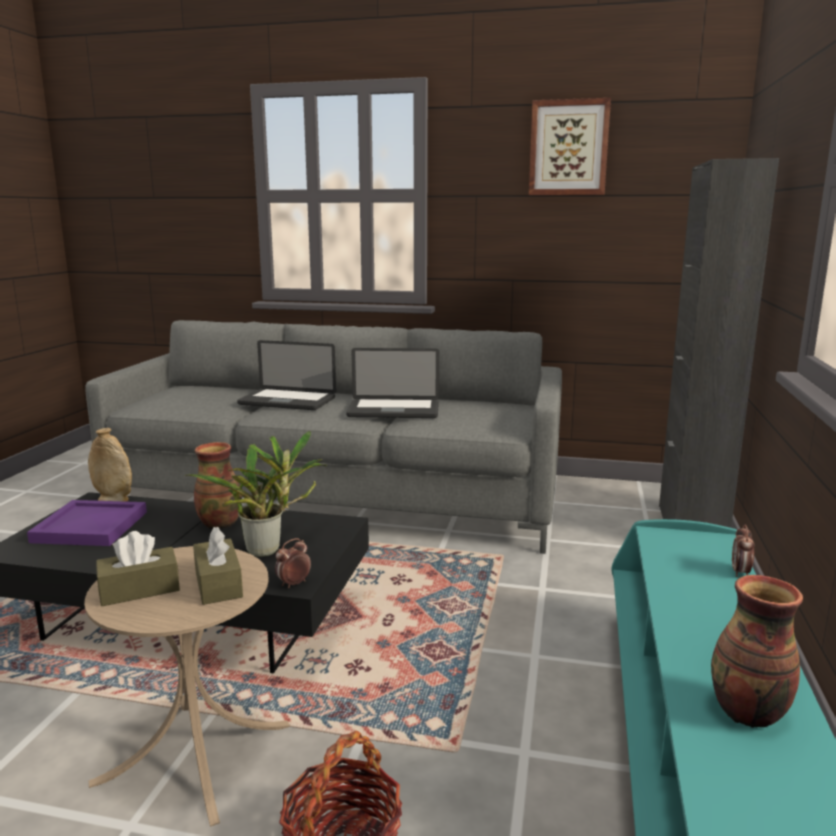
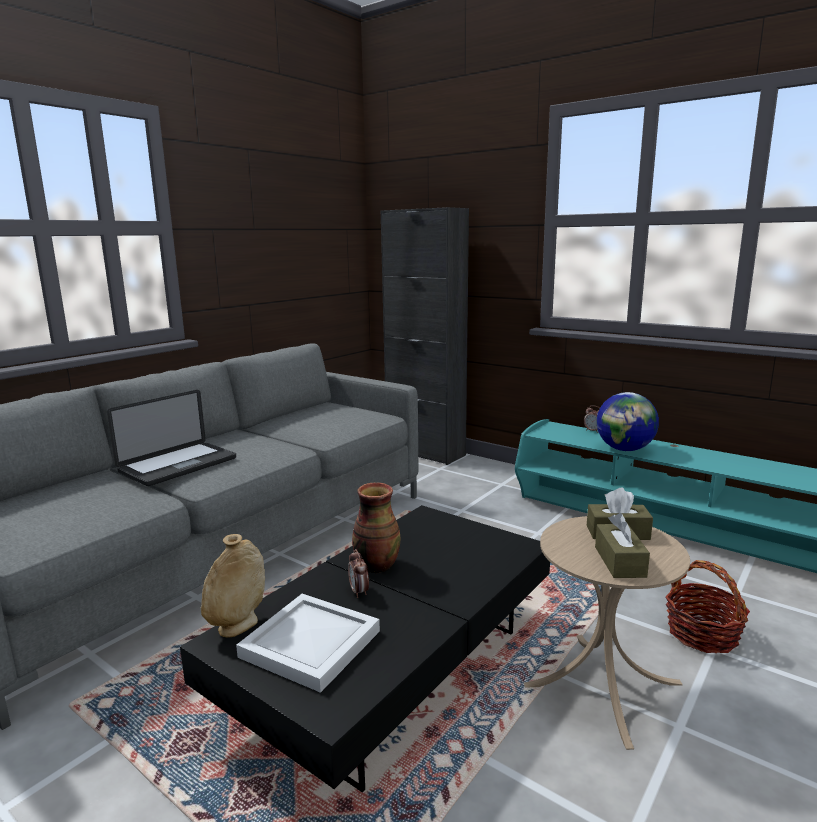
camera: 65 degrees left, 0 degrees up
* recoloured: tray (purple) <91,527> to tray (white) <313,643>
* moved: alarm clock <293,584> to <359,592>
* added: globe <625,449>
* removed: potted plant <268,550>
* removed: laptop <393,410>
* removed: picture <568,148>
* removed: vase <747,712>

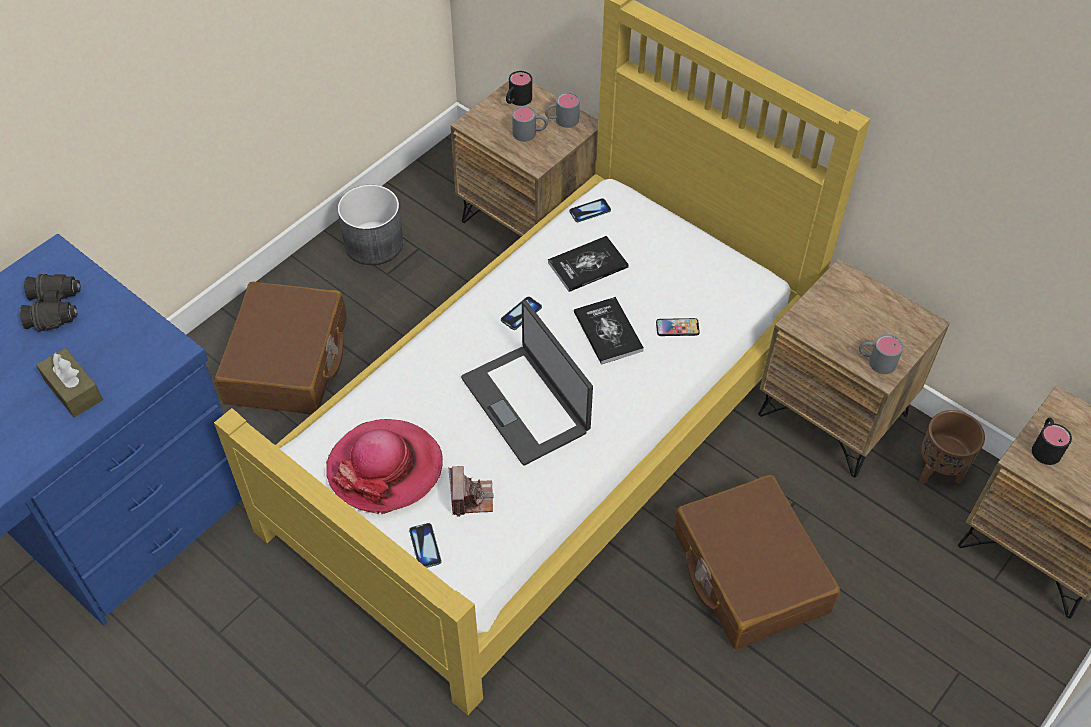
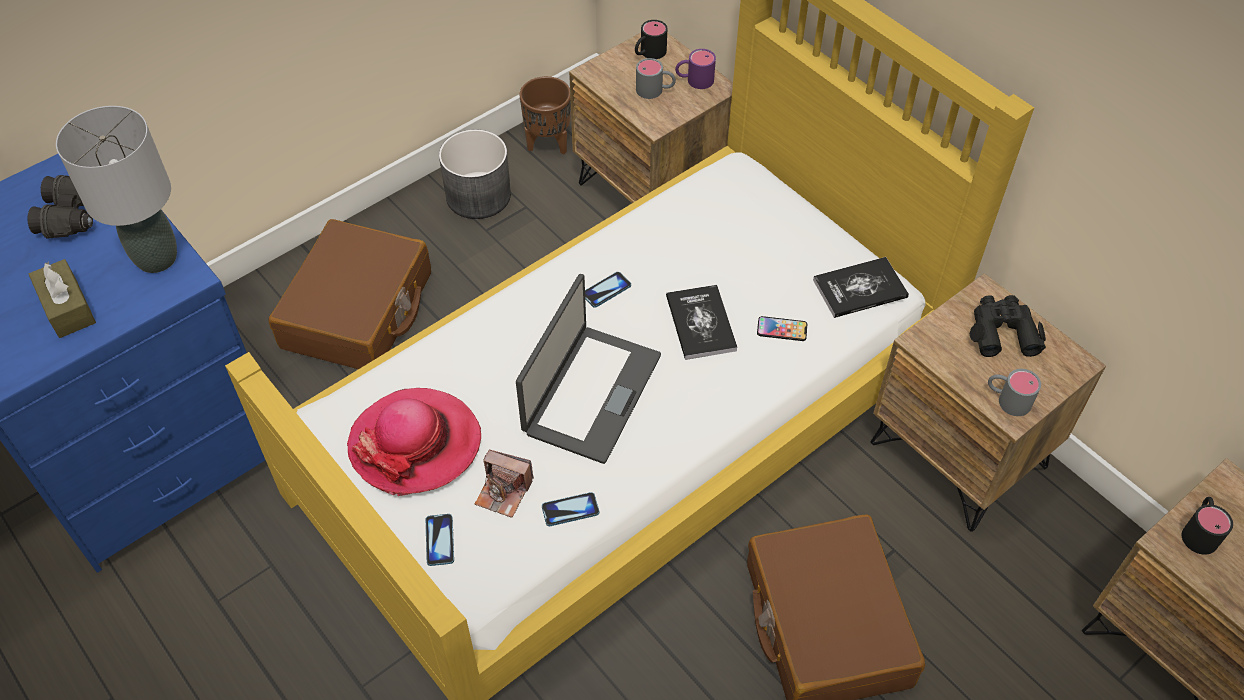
camera: 10 degrees right, 0 degrees up
* added: table lamp (grey) <157,259>
* turned: photo camera <471,498> = <504,492> 105 degrees clockwise
* turned: laptop <526,404> = <590,393> 135 degrees counterclockwise
* moved: planter (brown) <938,472> to <548,144>
* moved: phone <590,211> to <570,510>
* recoloured: mug (grey) <561,120> to mug (purple) <694,80>
* moved: book <588,265> to <860,289>
* added: binoculars (black) <1002,331>

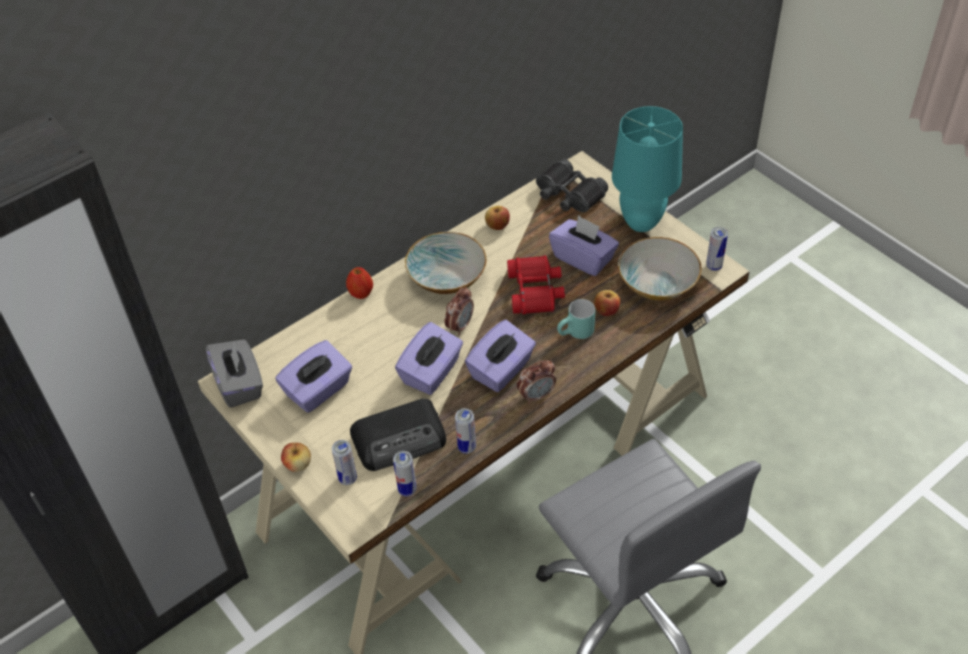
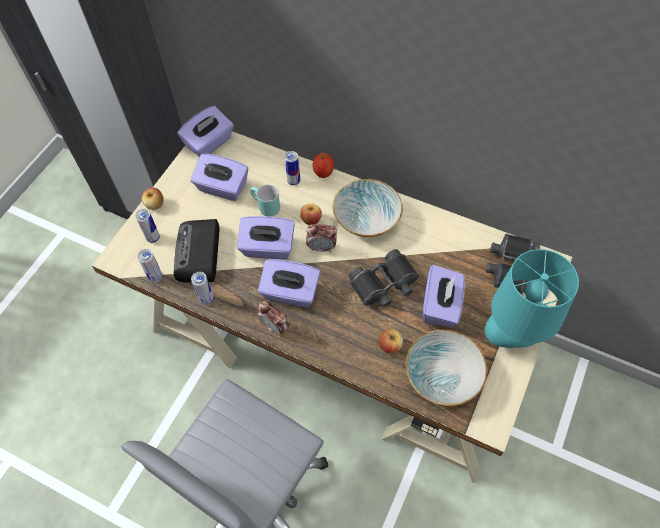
camera: 65 degrees right, 10 degrees up
* turned: radio <401,439> = <199,254> 45 degrees clockwise
* recoloured: tissue box (grey) <239,384> to tissue box (purple) <209,143>
* moved: mug (turquoise) <576,334> to <264,207>
* moved: can <714,266> to <293,181>
* moved: apple <497,226> to <311,220>
* recoloured: binoculars (red) <535,291> to binoculars (black) <384,285>

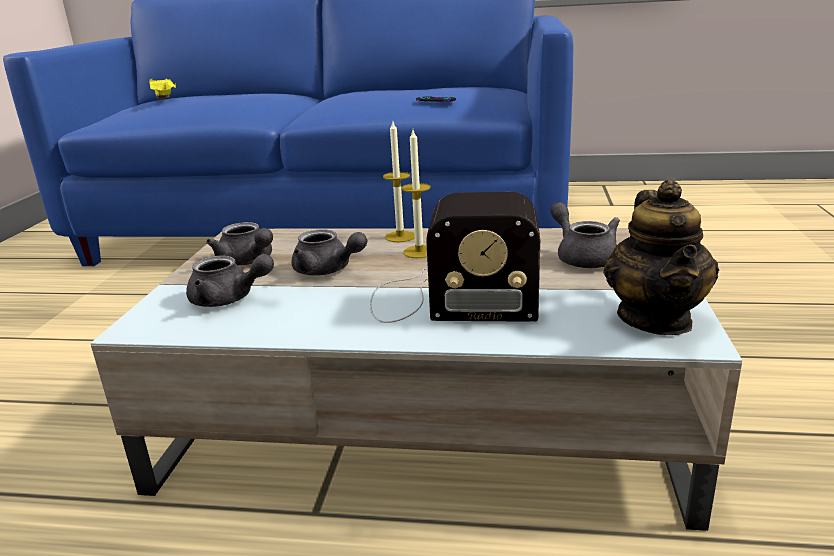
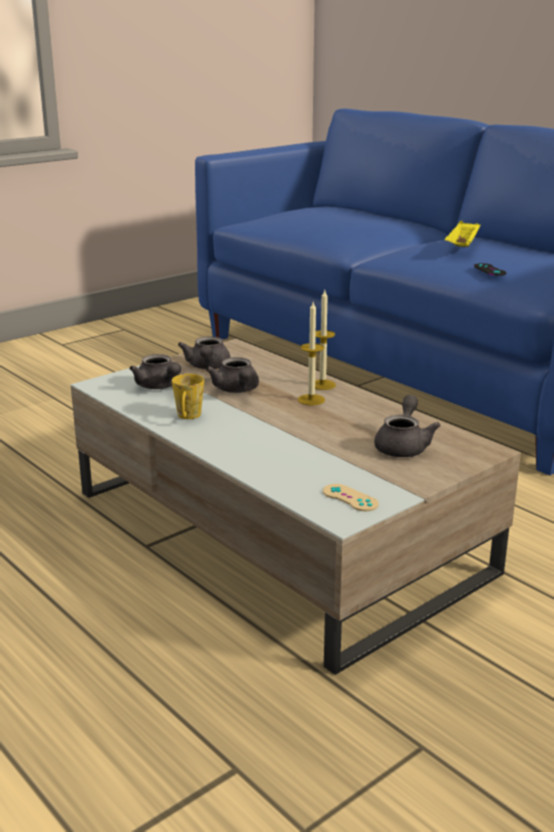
camera: 40 degrees right, 0 degrees up
* added: mug (yellow) <188,418>
* replaced: teapot <655,319> to game controller (beige) <350,498>
* moved: tray (yellow) <164,98> to <462,248>
* removed: radio <446,301>

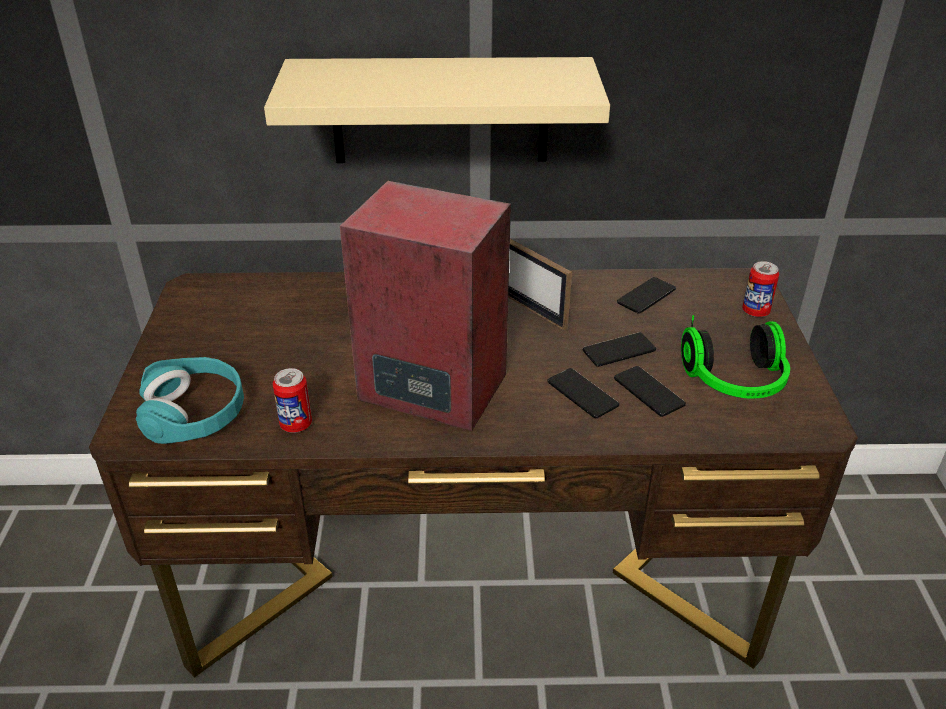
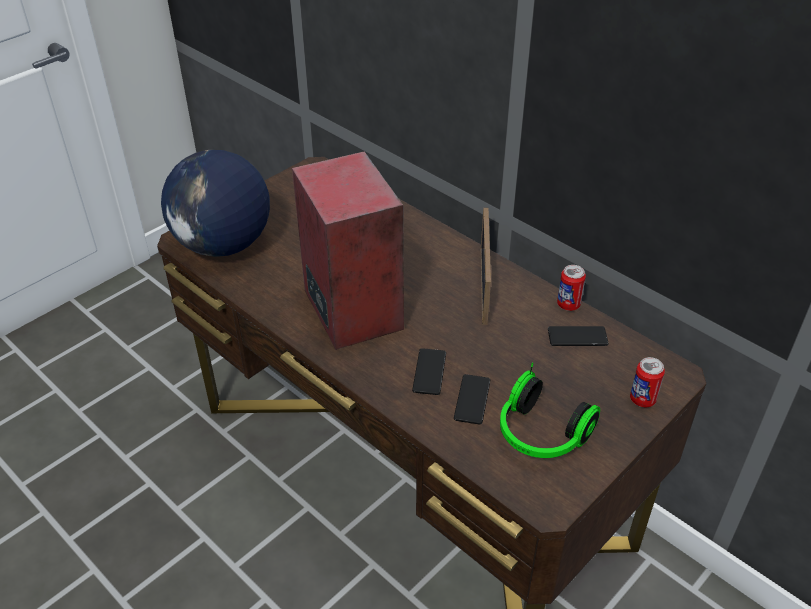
camera: 45 degrees right, 5 degrees up
* replaced: headphones (turquoise) <194,412> to globe <223,245>
* moved: can <296,424> to <568,305>
* removed: shelf (beige) <440,111>
* removed: phone <619,350>

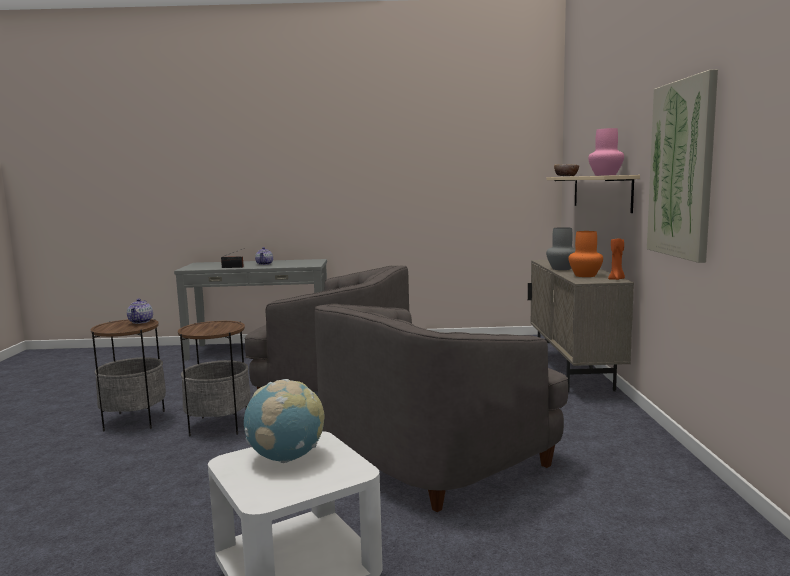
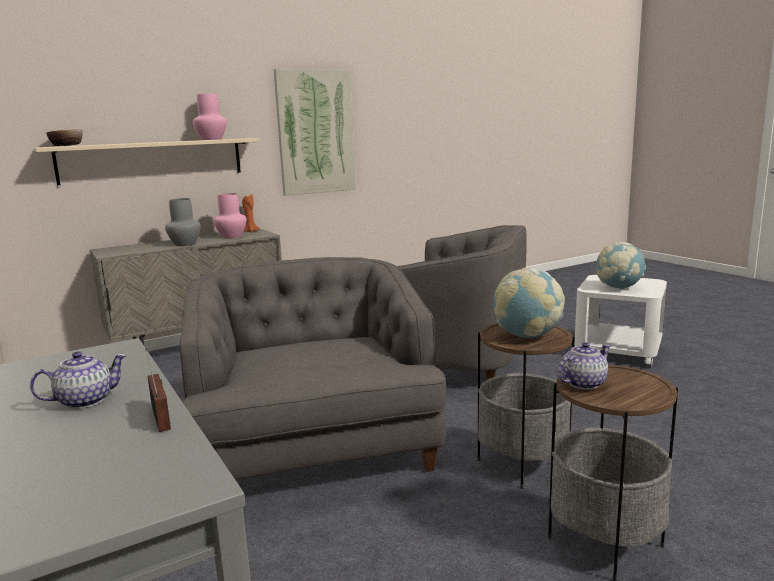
camera: 120 degrees left, 5 degrees up
* recoloured: vase (orange) <585,275> to vase (pink) <232,237>
* added: globe <527,336>

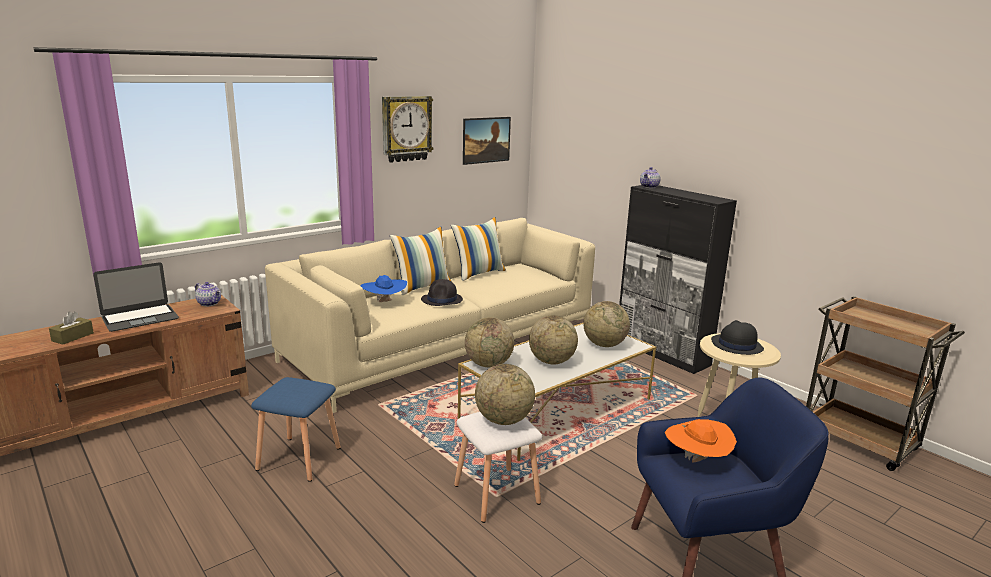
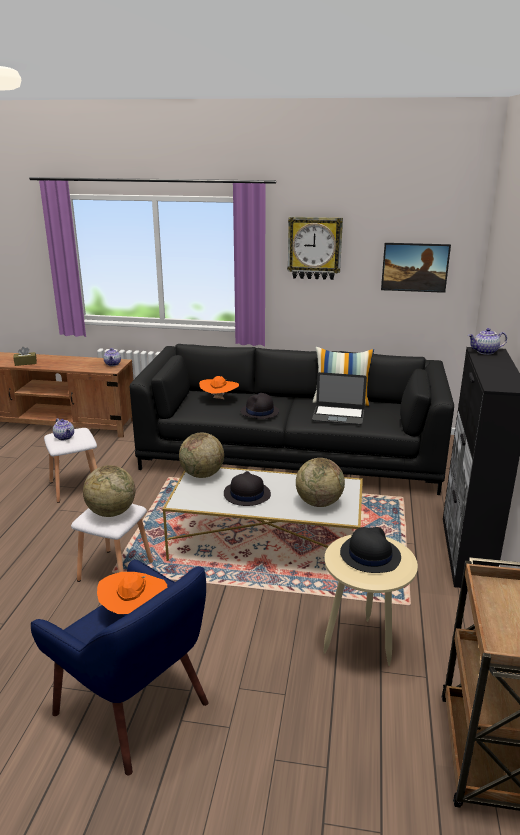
camera: 50 degrees right, 5 degrees up
* recoloured: stool (blue) <299,458> to stool (white) <77,487>
* added: teapot <65,437>
* recoloured: sofa (beige) <443,343> to sofa (black) <291,455>
* recoloured: hat (blue) <384,303> to hat (orange) <219,400>
* replaced: globe <551,361> to hat (black) <246,494>
* moved: laptop <140,318> to <338,415>
* removed: pillow <422,286>

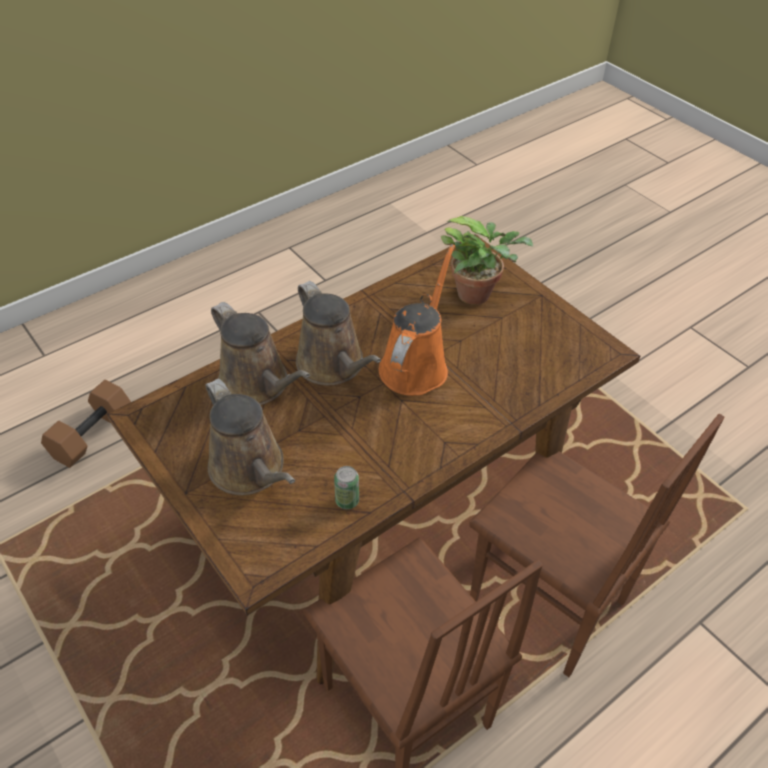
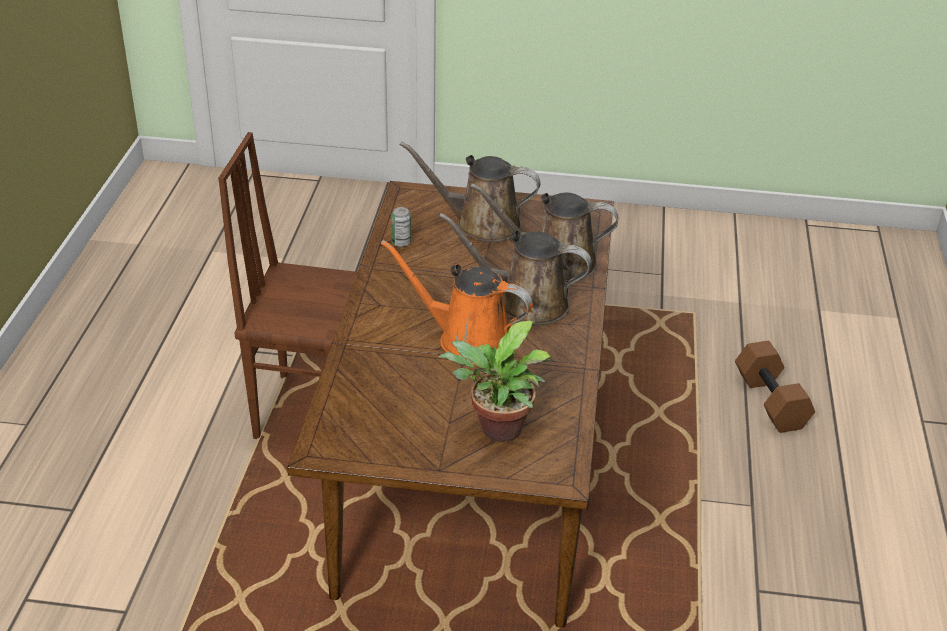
camera: 135 degrees right, 10 degrees down
* turned: watering can (orange) <416,365> = <467,340> 135 degrees clockwise
* removed: chair (brown) <546,605>

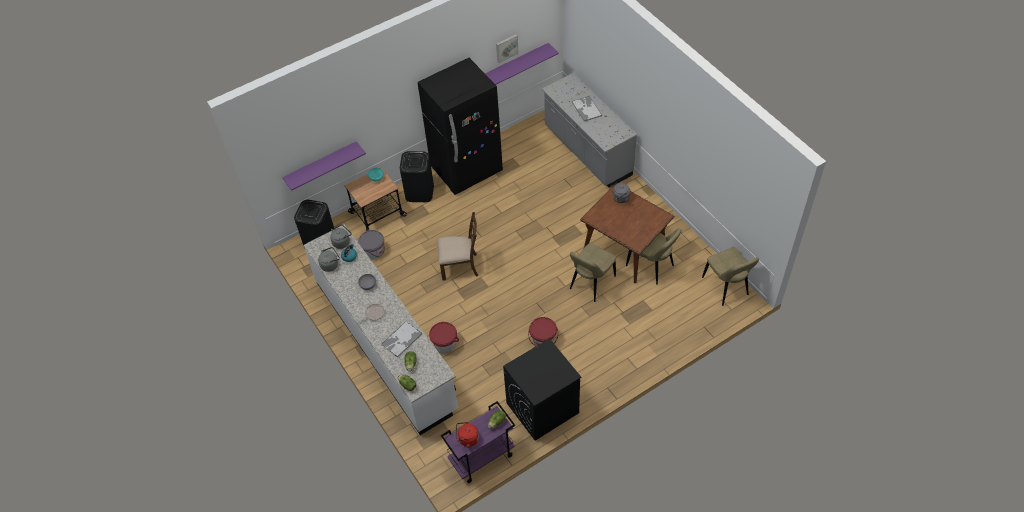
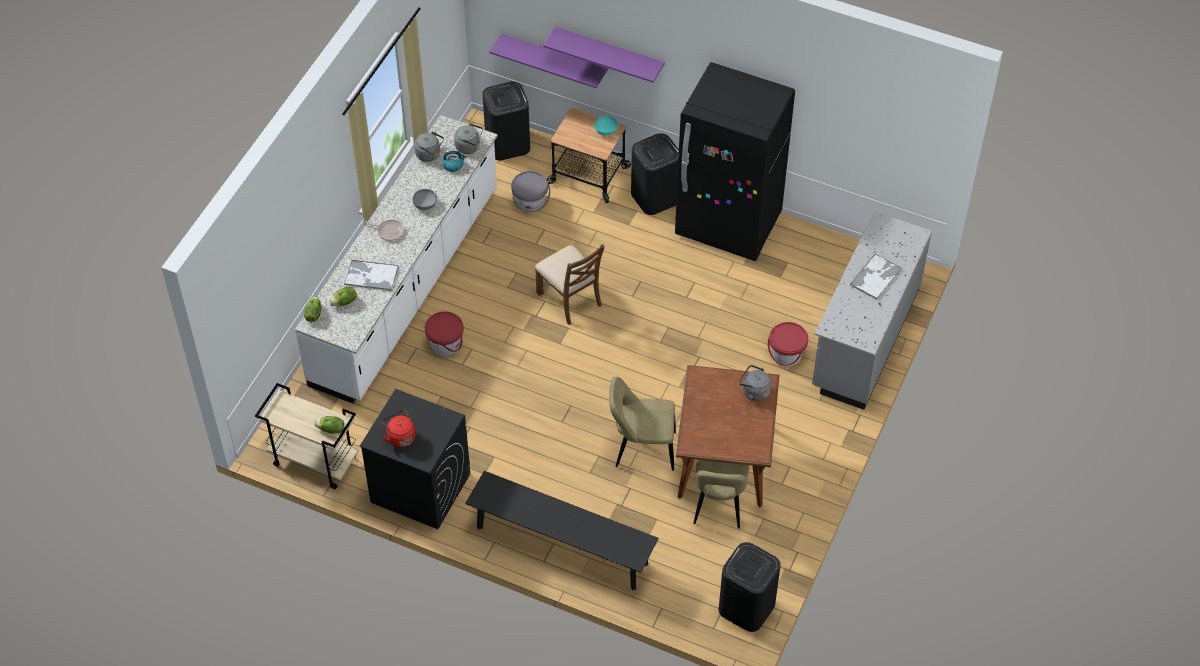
camera: 55 degrees right, 0 degrees up
* recoloured: cart (purple) <481,458> to cart (beige) <313,461>
* moved: kettle (red) <467,439> to <400,437>
* added: bench (black) <562,545>
* moved: shelf (purple) <516,64> to <609,53>
* replaced: chair (beige) <726,288> to trash can (black) <746,607>
* moved: bucket (red) <543,339> to <786,354>
* removed: picture <506,48>

